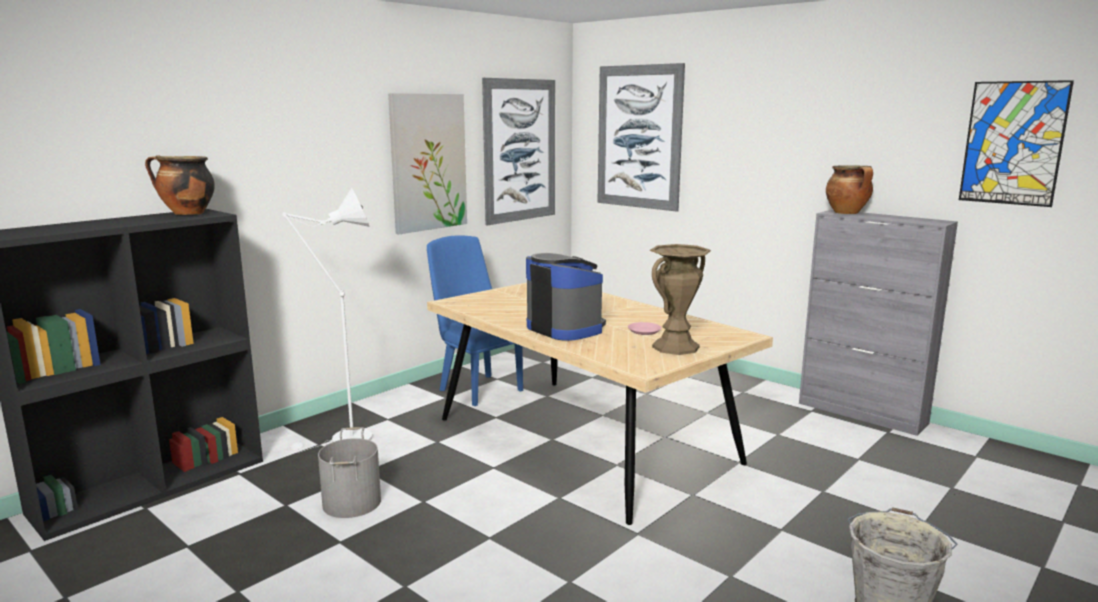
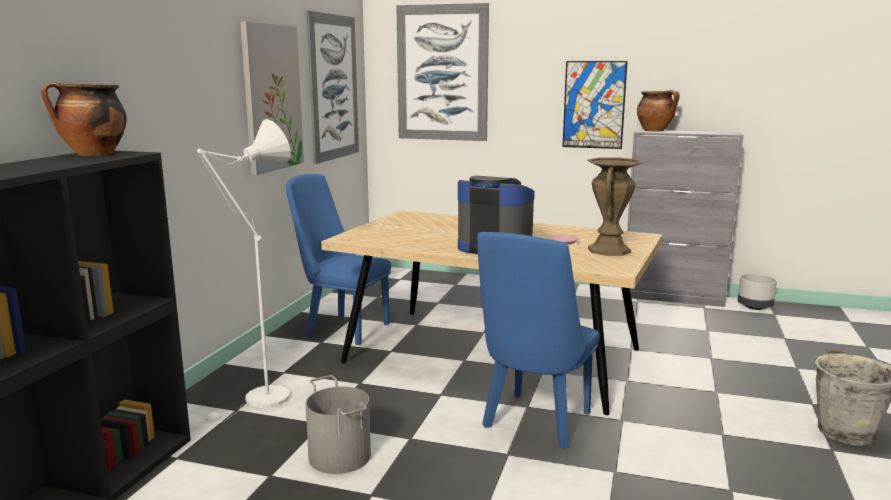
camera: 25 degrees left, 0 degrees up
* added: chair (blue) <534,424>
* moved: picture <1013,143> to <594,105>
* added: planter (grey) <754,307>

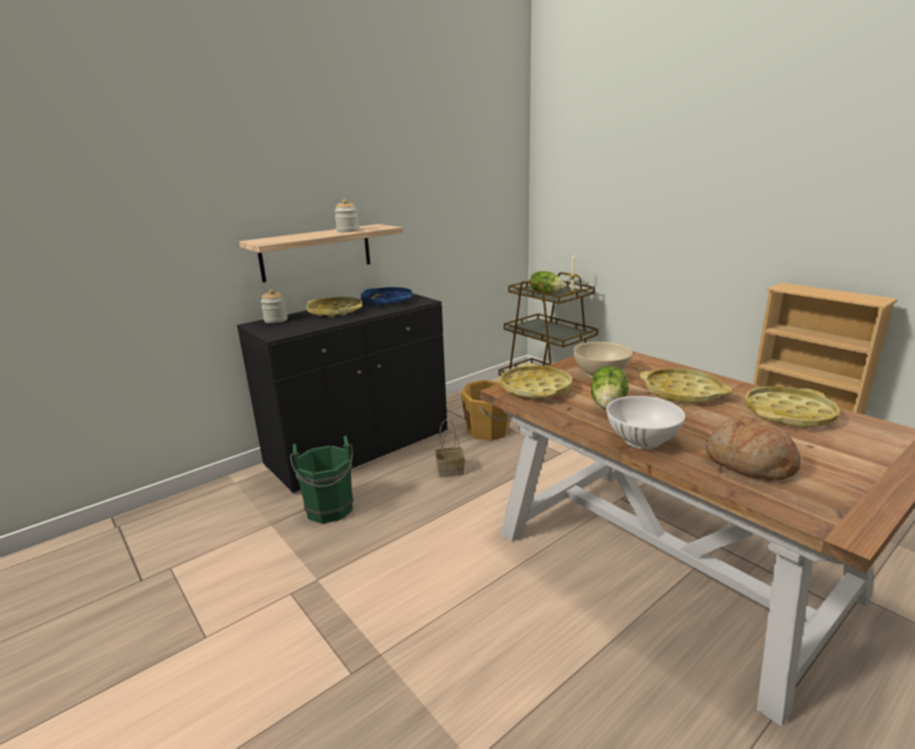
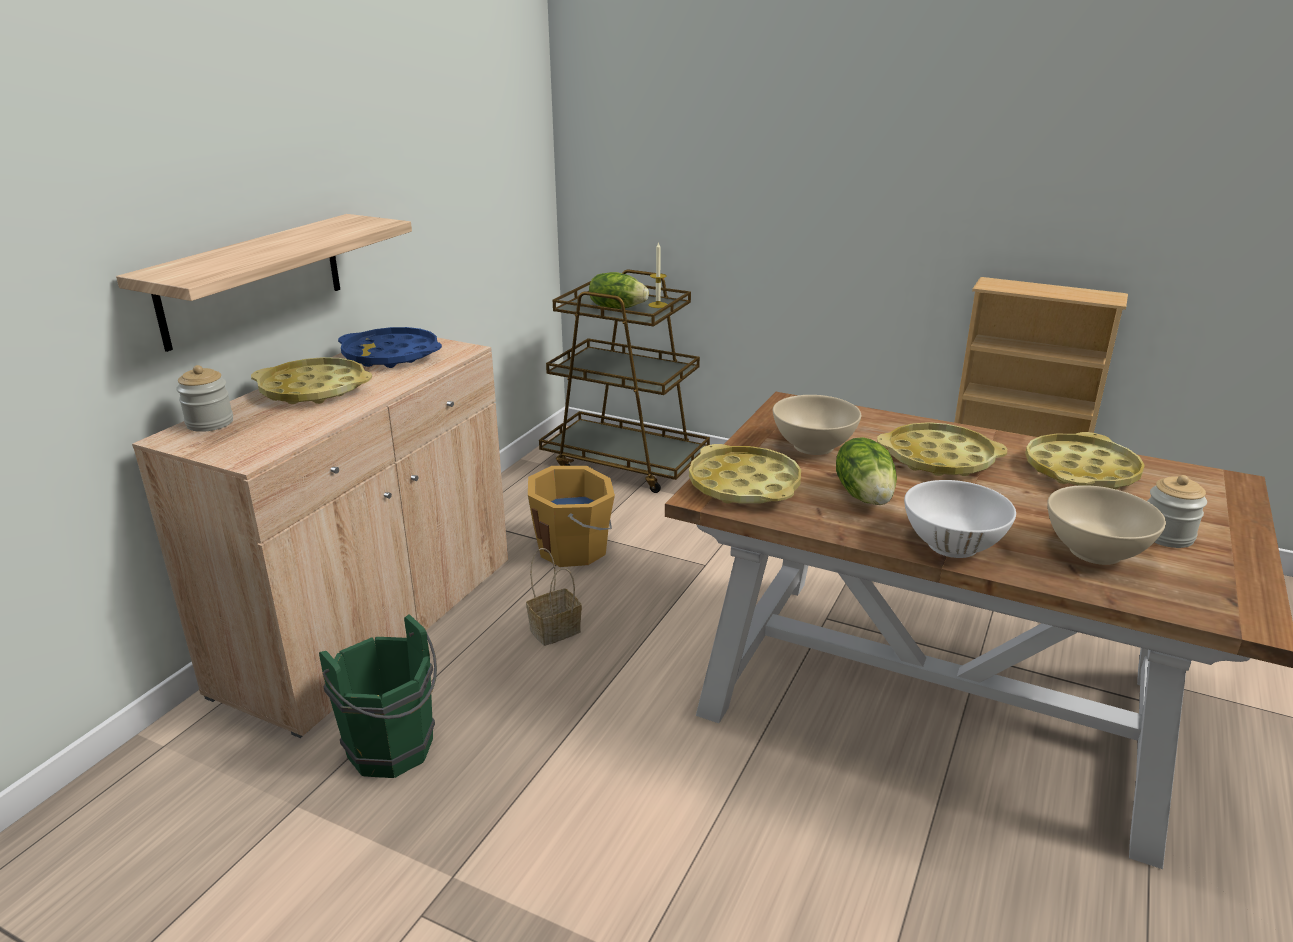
camera: 25 degrees left, 5 degrees up
* recoloured: cabinet (black) <360,448> to cabinet (beige) <372,625>
* replaced: bread <749,462> to bowl (beige) <1094,552>
* moved: jar <348,231> to <1166,536>

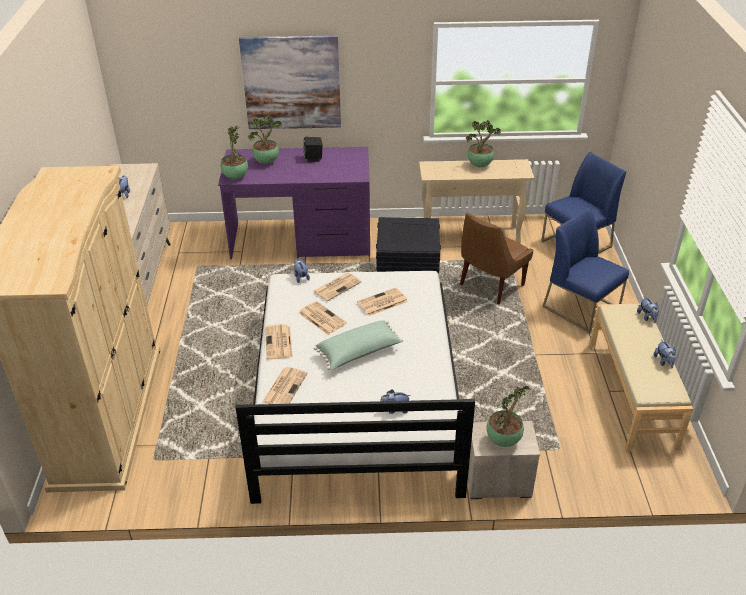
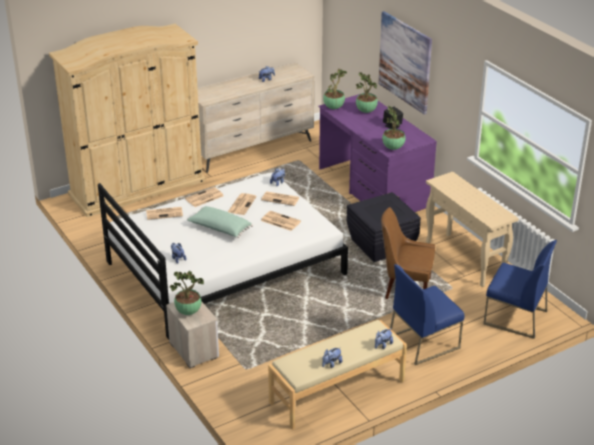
camera: 60 degrees right, 5 degrees down
* moved: potted plant <480,165> to <393,148>
* turned: chair (blue) <582,308> = <424,342> 135 degrees counterclockwise

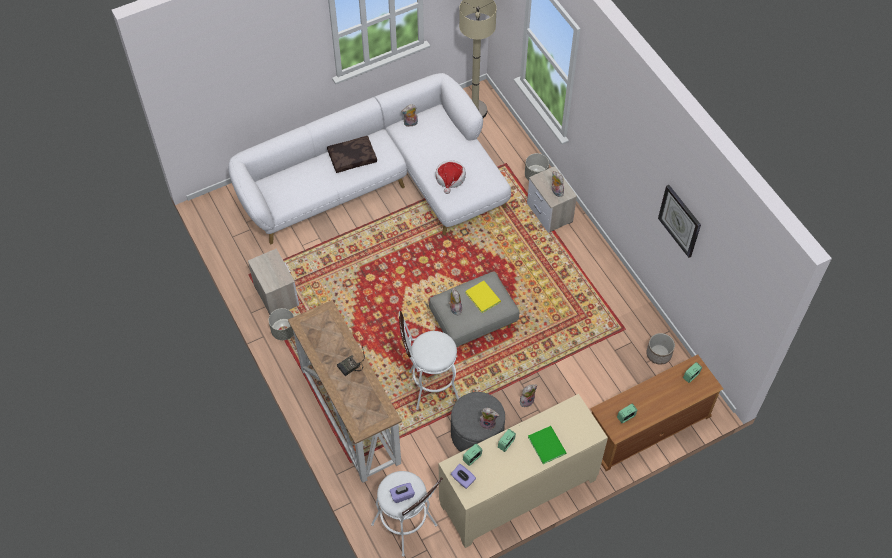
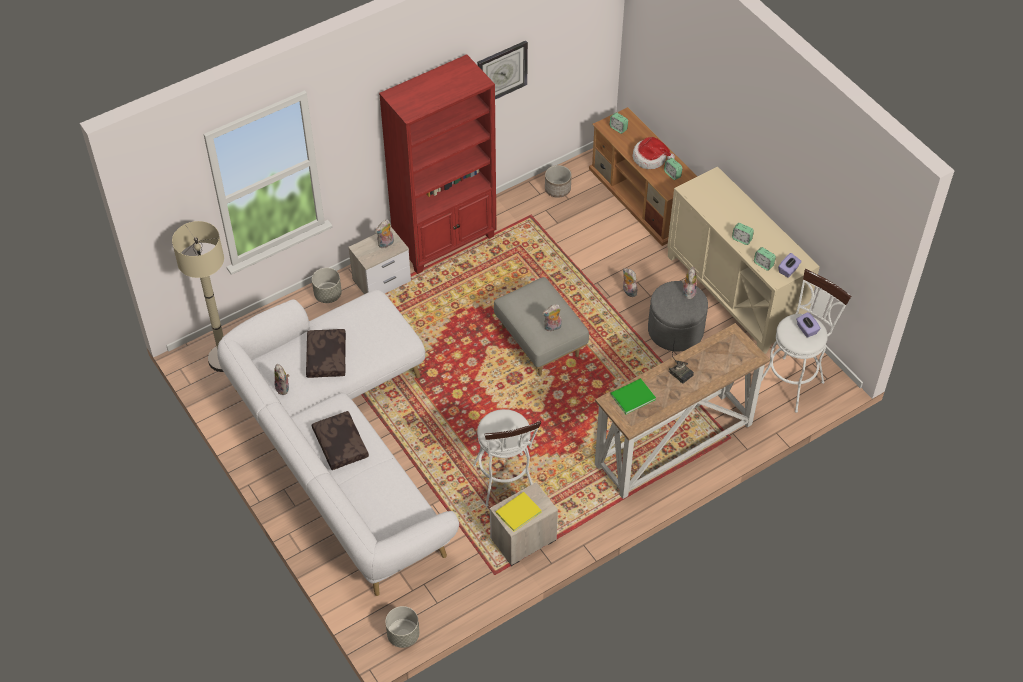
camera: 95 degrees left, 5 degrees down
* added: pillow (brown) <325,357>
* added: bookcase (red) <445,241>
* moved: planter (grey) <284,331> to <403,635>
* moved: stool (white) <429,387> to <506,485>
* moved: book (yellow) <483,296> to <517,512>
* moved: book (green) <547,444> to <631,397>
* moved: hat <450,178> to <650,158>

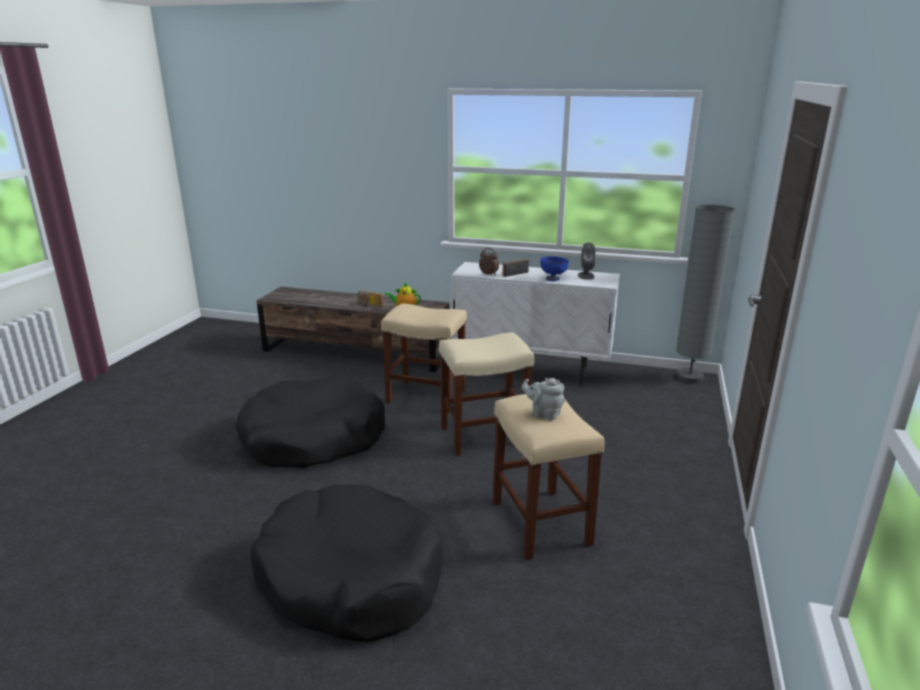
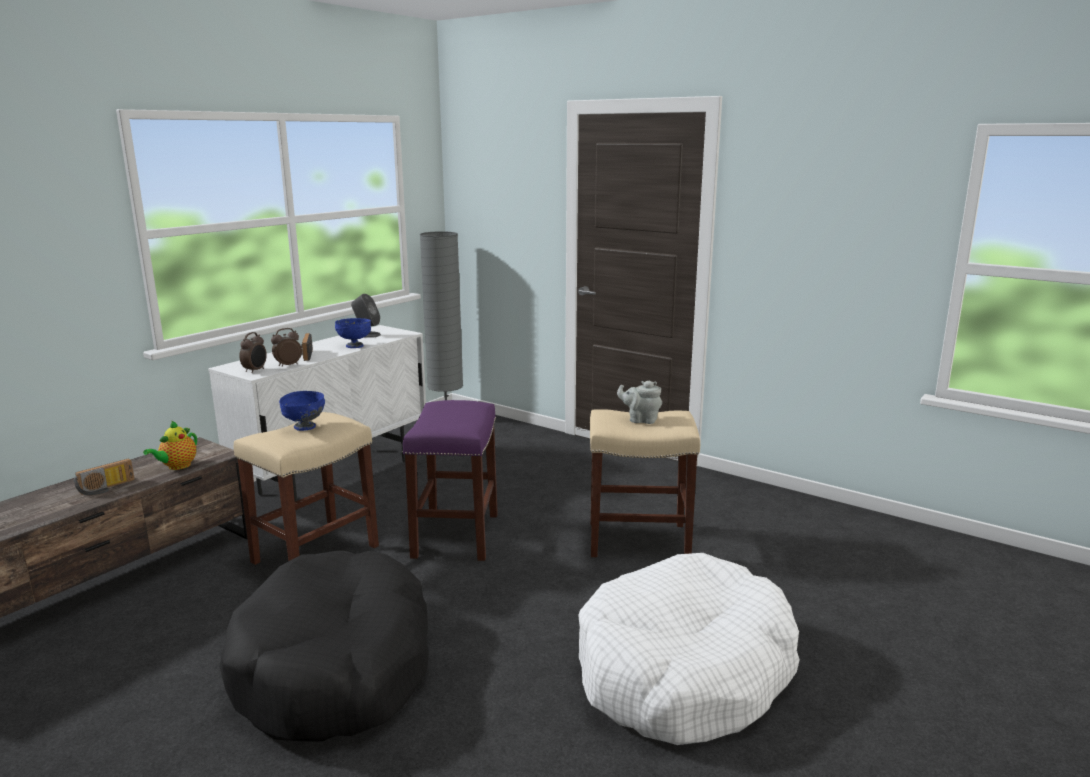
camera: 70 degrees left, 5 degrees down
* added: alarm clock <255,370>
* added: bowl (blue) <304,427>
* recoloured: stool (beige) <483,436> to stool (purple) <456,536>
* recoloured: dog bed (black) <350,578> to dog bed (white) <683,671>
* turned: teapot (grey) <544,414> = <641,420> 60 degrees clockwise

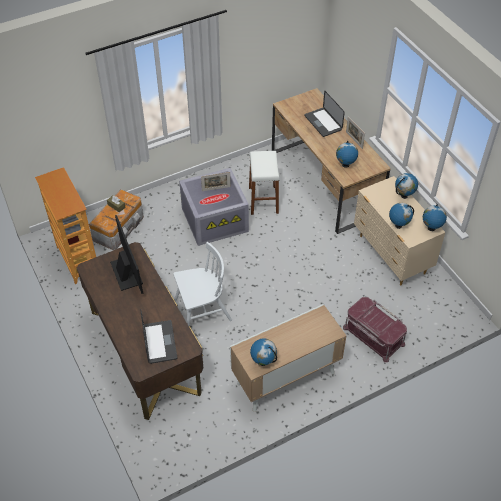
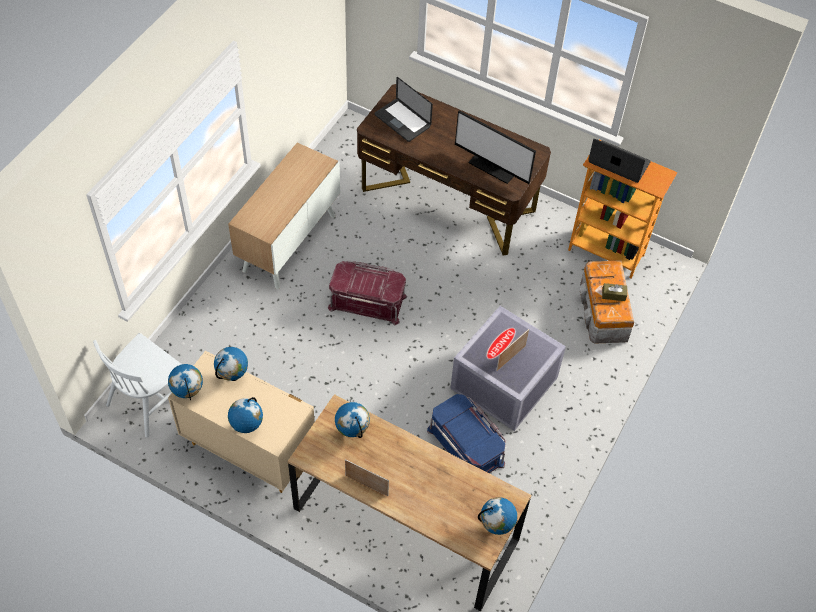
camera: 145 degrees right, 5 degrees up
* moved: chair (white) <202,310> to <150,399>
* moved: storage box (red) <373,336> to <368,301>
* replaced: stool (white) <263,200> to storage box (blue) <466,446>
* moved: globe <263,362> to <496,527>
* moved: laptop <323,123> to <619,163>

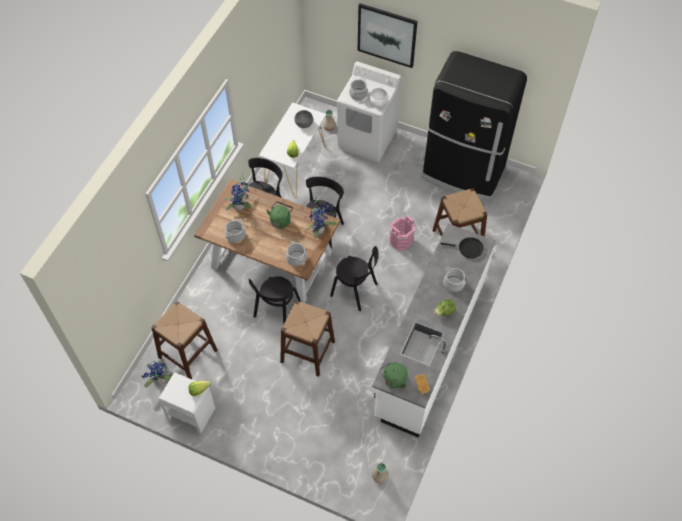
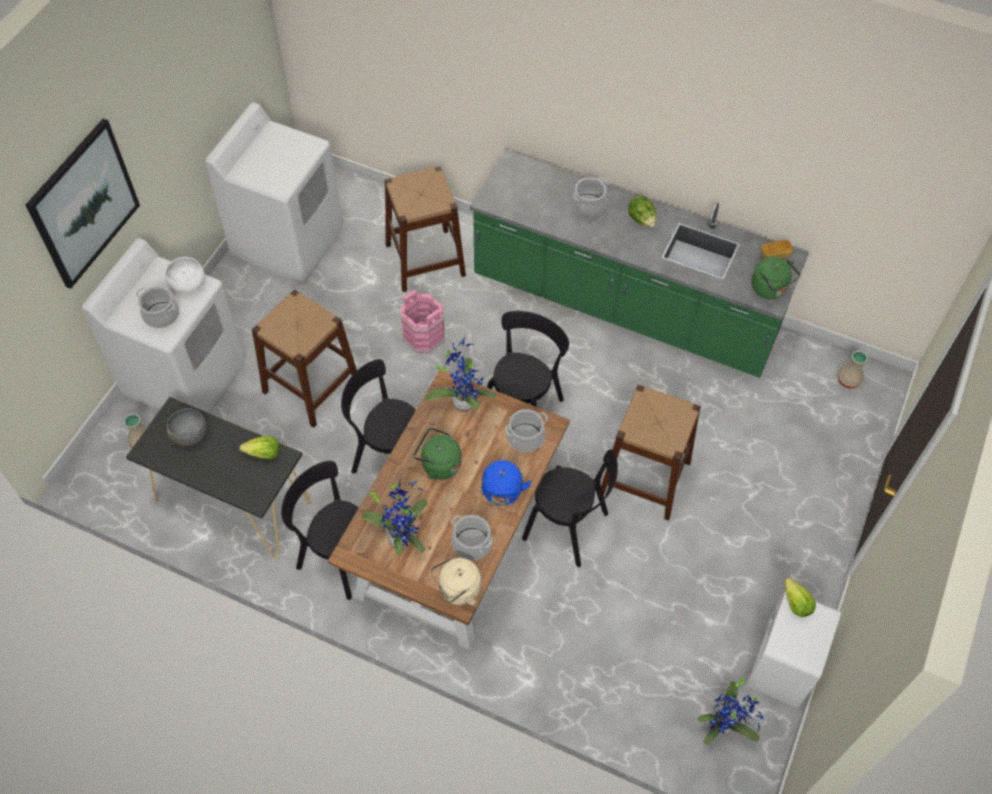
camera: 90 degrees left, 0 degrees up
* recoloured: console table (white) <295,165> to console table (black) <232,502>
* replaced: fridge (black) <462,173> to washing machine (white) <289,243>
* moved: stool (brown) <187,353> to <311,386>
* added: kettle (beige) <457,590>
* recoloured: counter (white) <430,346> to counter (green) <624,307>
* added: kettle (blue) <502,493>
* removed: frying pan (black) <468,249>

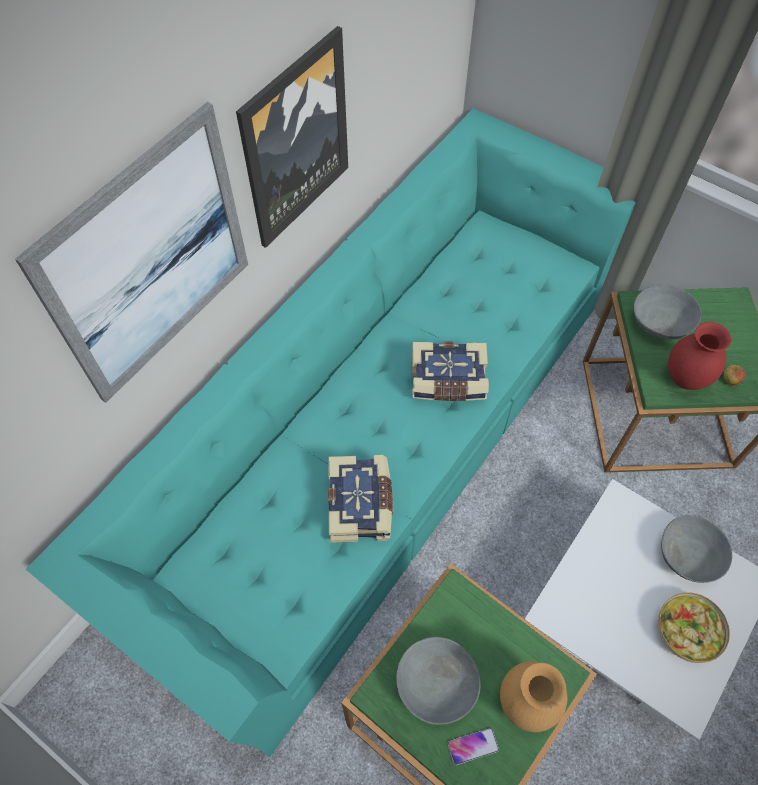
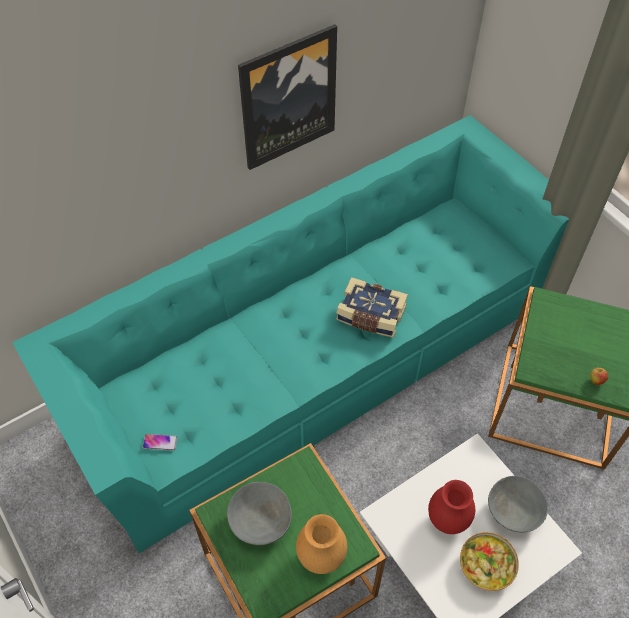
camera: 20 degrees right, 5 degrees down
* moved: phone <473,746> to <160,442>
* moved: vase (red) <685,378> to <448,519>
* removed: picture <150,260>
* removed: book <361,504>
* removed: bowl (grey) <661,322>

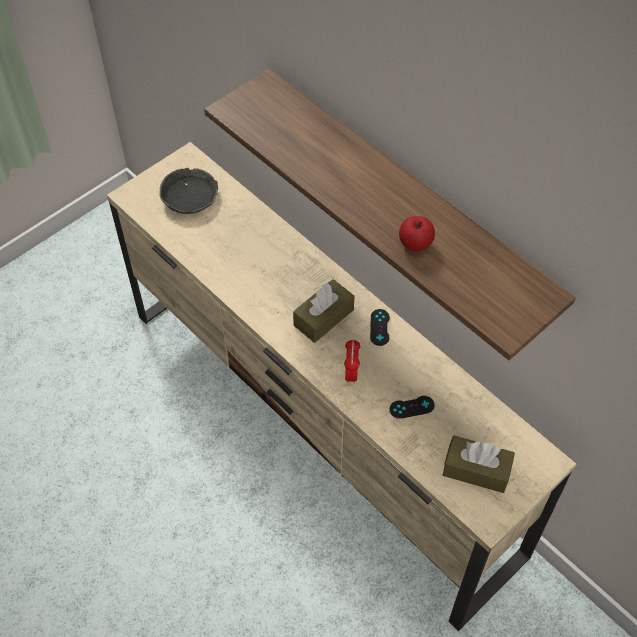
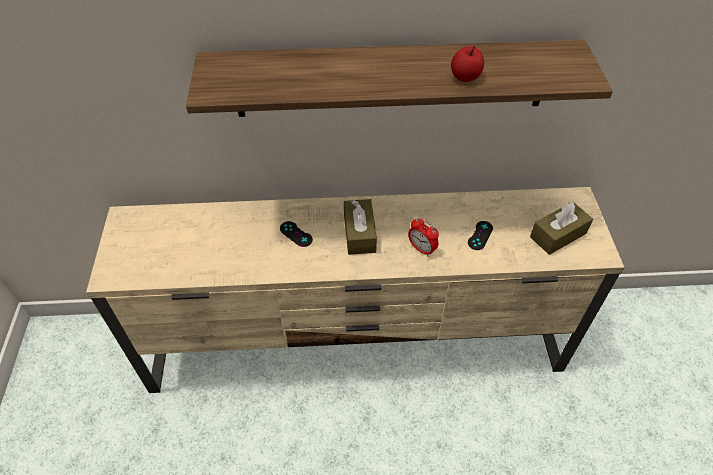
camera: 50 degrees left, 5 degrees down
* moved: game controller (black) <379,327> to <296,234>
* removed: bowl (grey) <190,197>

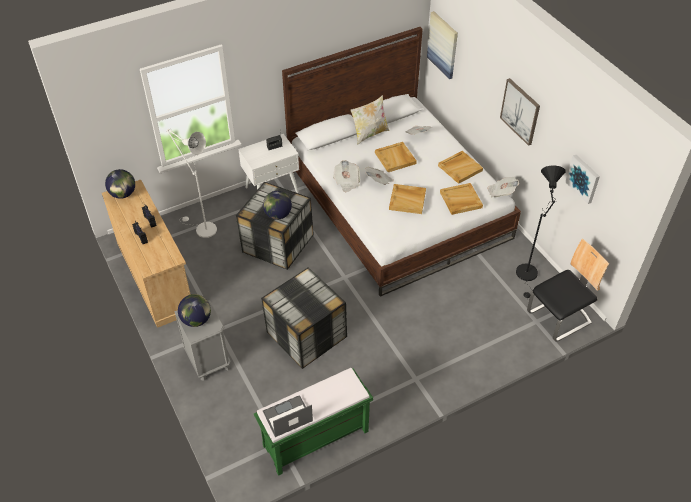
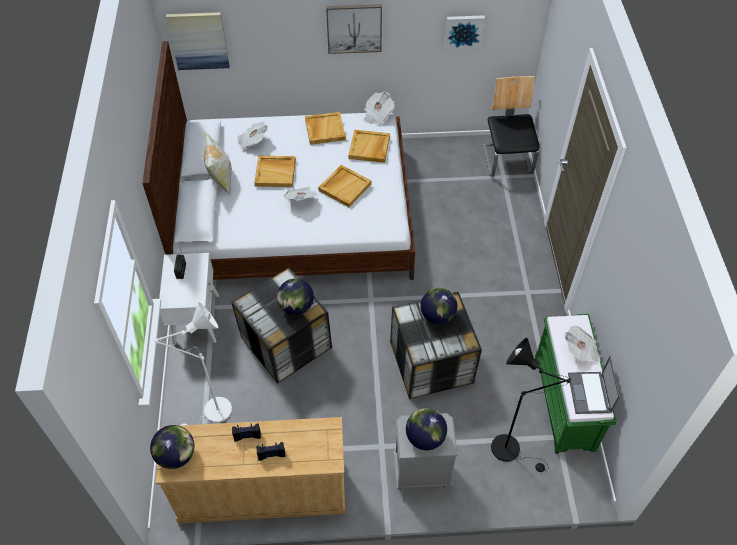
camera: 65 degrees left, 5 degrees up
* added: globe <437,315>
* moved: floor lamp (black) <527,276> to <511,450>
* moved: newspaper <346,182> to <580,351>

